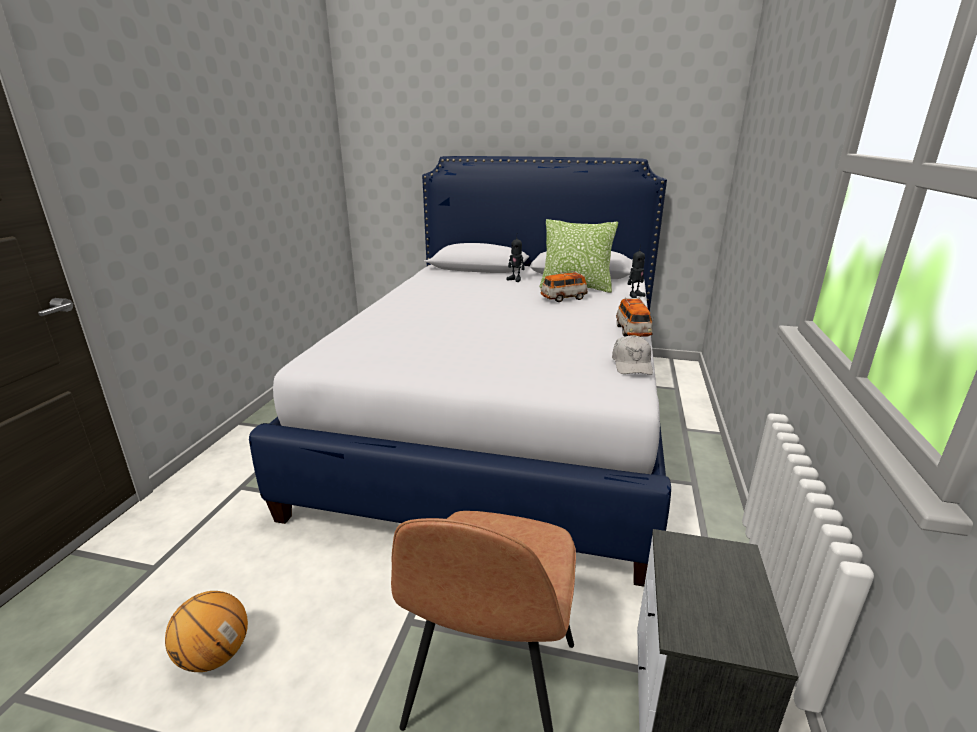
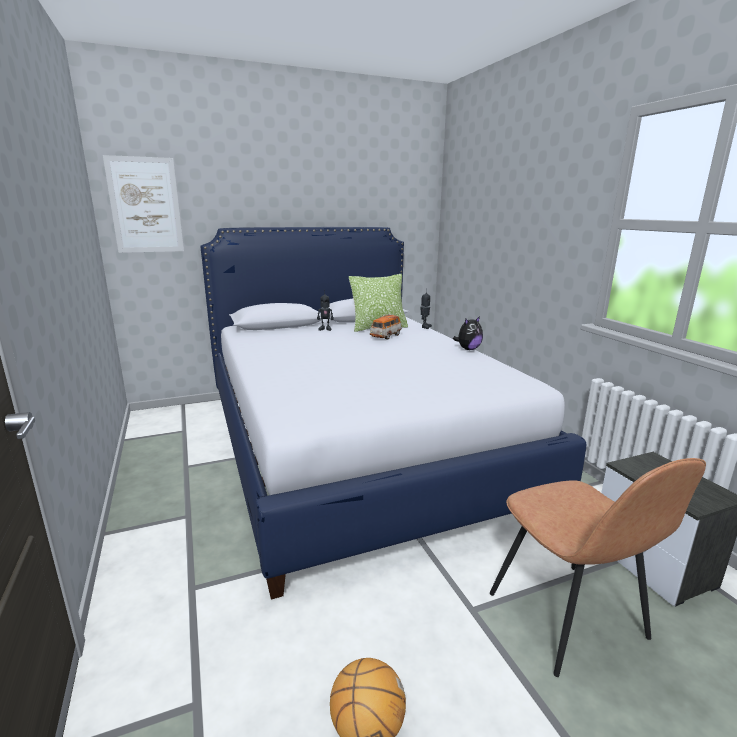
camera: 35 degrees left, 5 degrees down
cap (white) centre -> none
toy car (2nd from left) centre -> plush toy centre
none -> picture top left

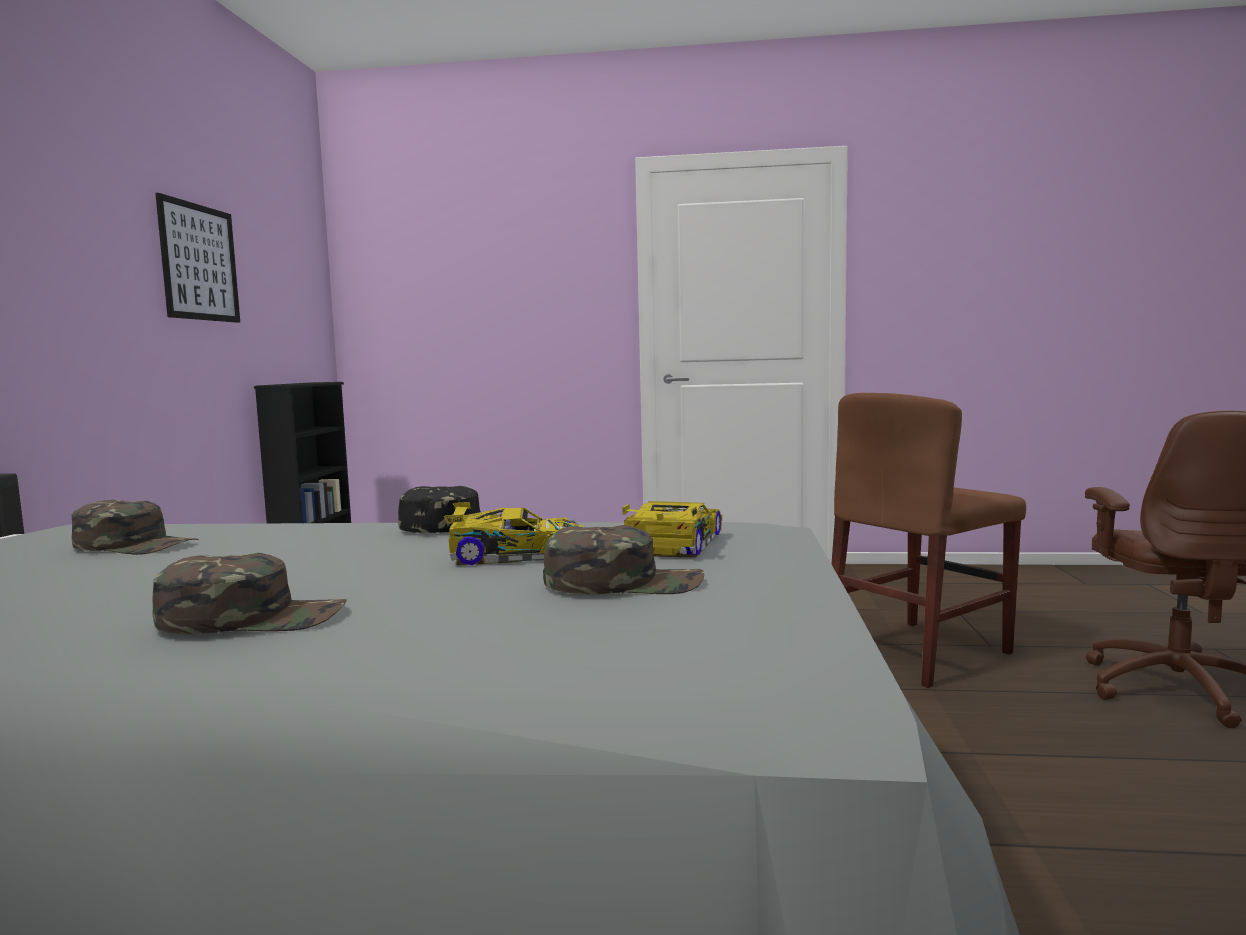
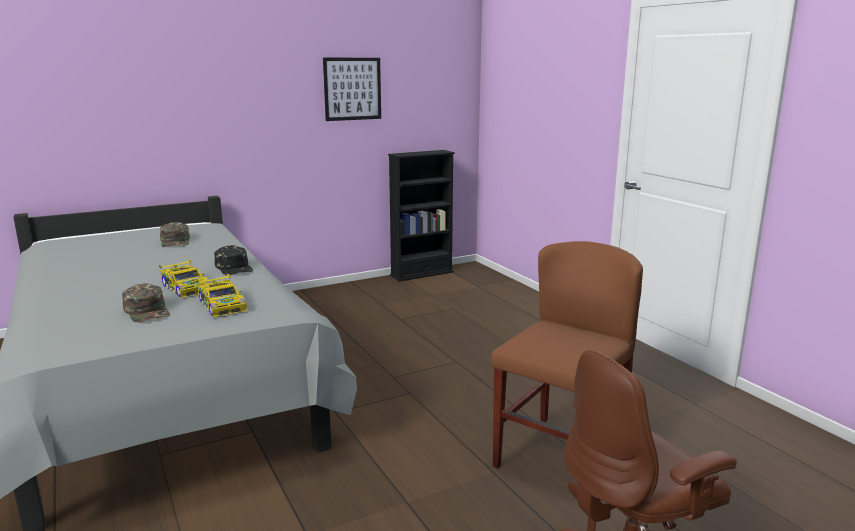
camera: 55 degrees right, 10 degrees up
cap (green) (2nd from left) middle left -> none
toy car (2nd from left) centre -> toy car (2nd from left) middle left, 75 degrees clockwise
chair (brown) middle right -> chair (brown) bottom centre, 105 degrees clockwise

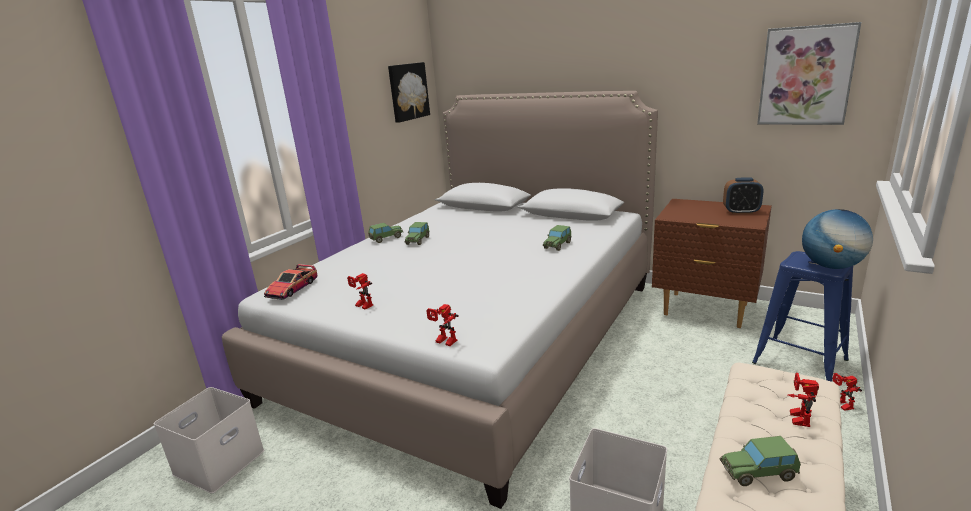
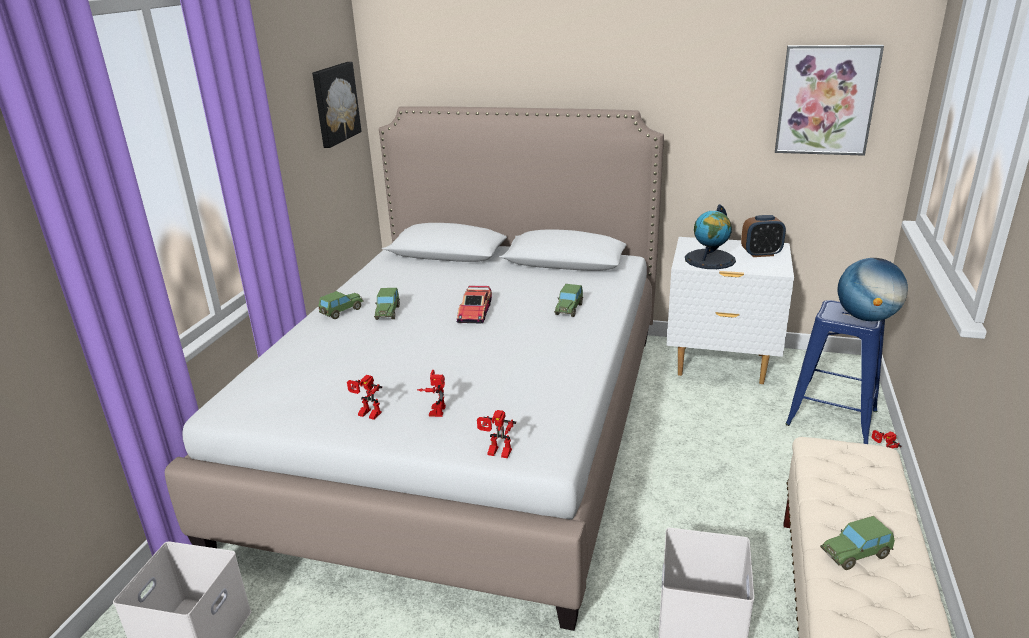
camera: 15 degrees left, 5 degrees up
toy car (1st from left in the first image) middle left -> toy car (3rd from left) centre, moved
nightstand (brown) middle right -> nightstand (white) middle right
toy robot (3rd from left in the first image) bottom right -> toy robot (2nd from left) centre, moved
none -> globe (1st from left) middle right

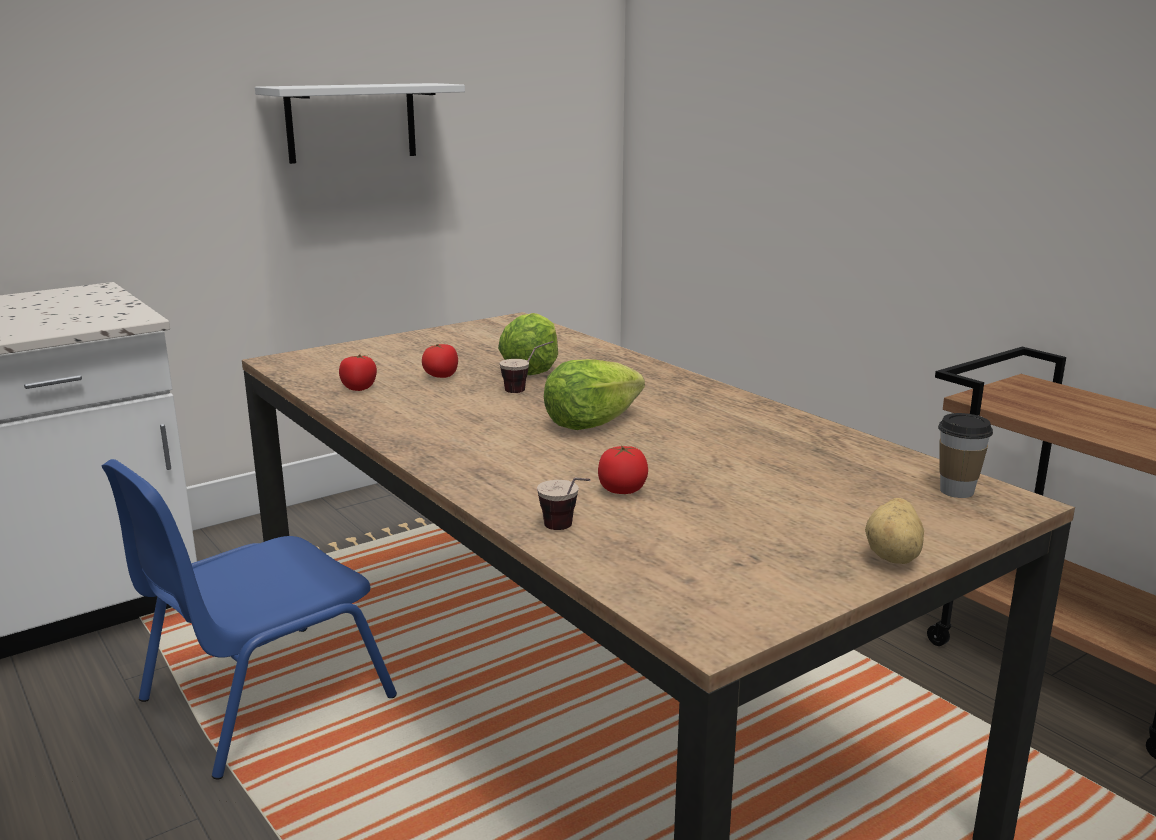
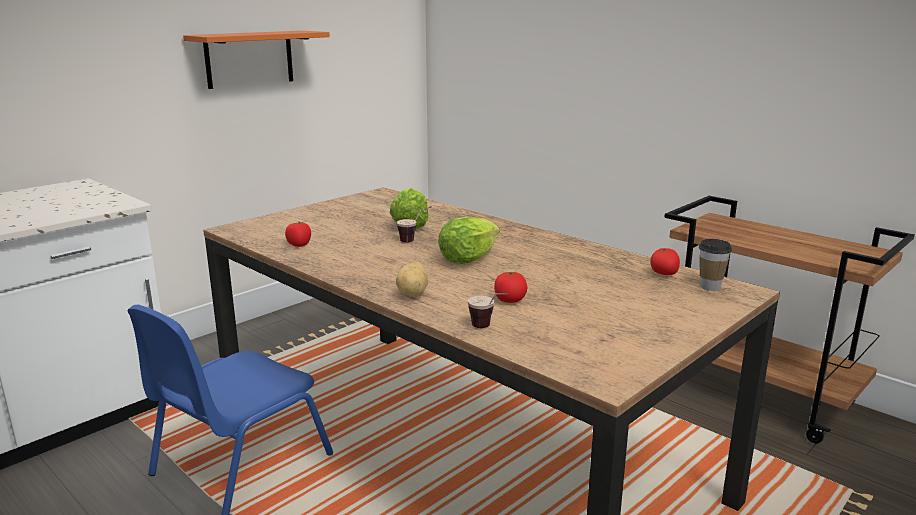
camera: 10 degrees left, 0 degrees up
shelf (white) top left -> shelf (orange) top left
tomato (2nd from left in the first image) centre -> tomato (3rd from left) middle right, moved
potato middle right -> potato centre, moved

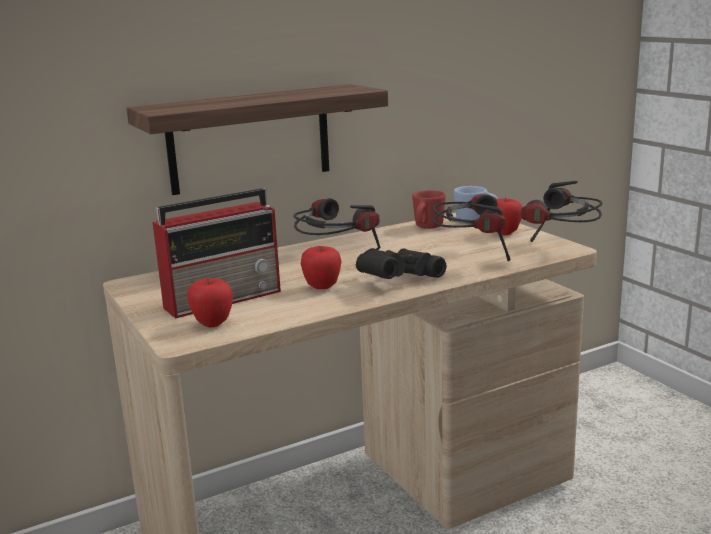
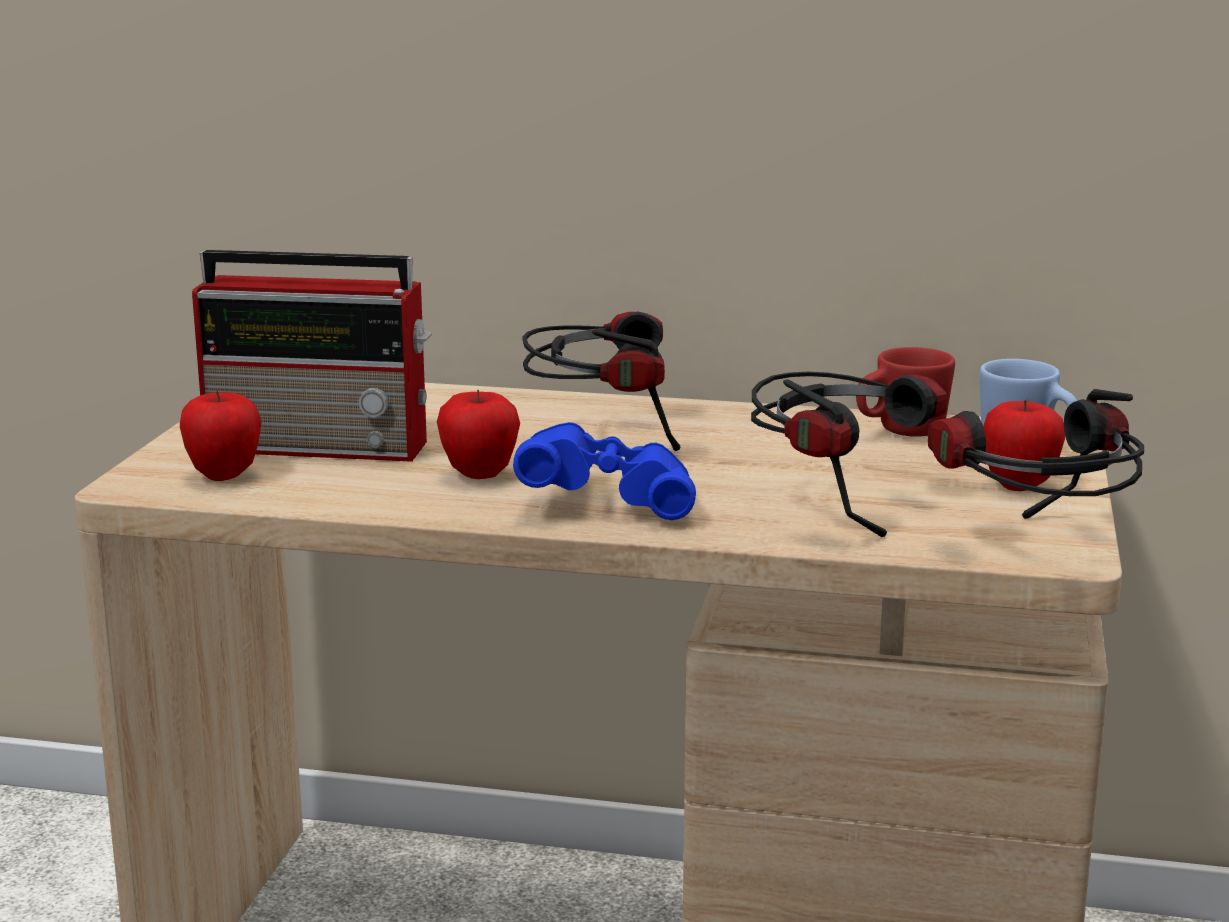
camera: 40 degrees right, 0 degrees up
shelf top centre -> none
binoculars (black) centre -> binoculars (blue) centre

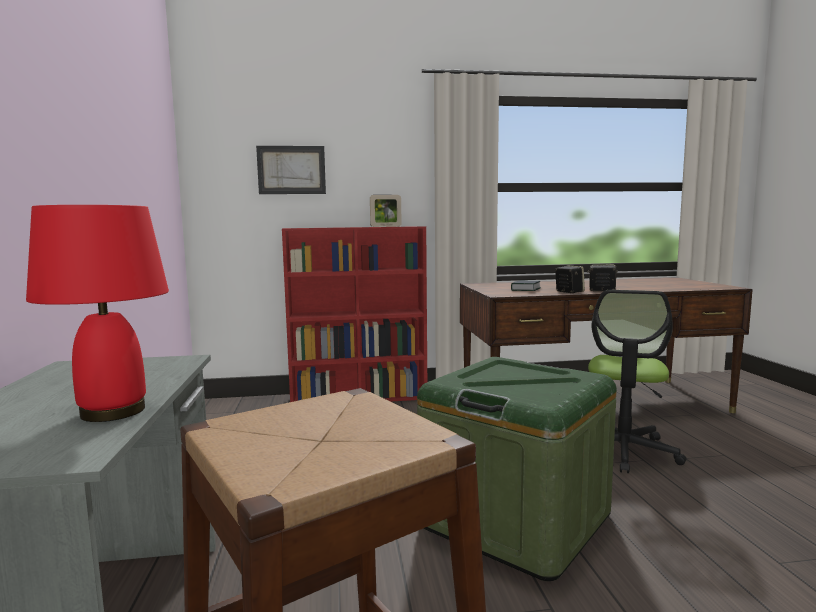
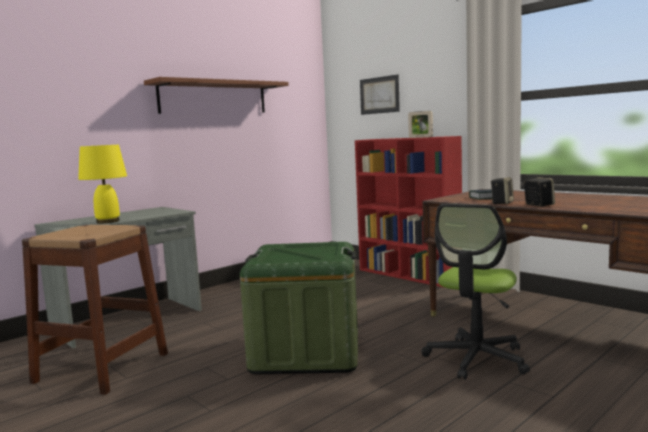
camera: 55 degrees right, 0 degrees up
table lamp (red) middle left -> table lamp (yellow) middle left
office chair middle right -> office chair bottom right, 45 degrees counterclockwise
none -> shelf (brown) top centre

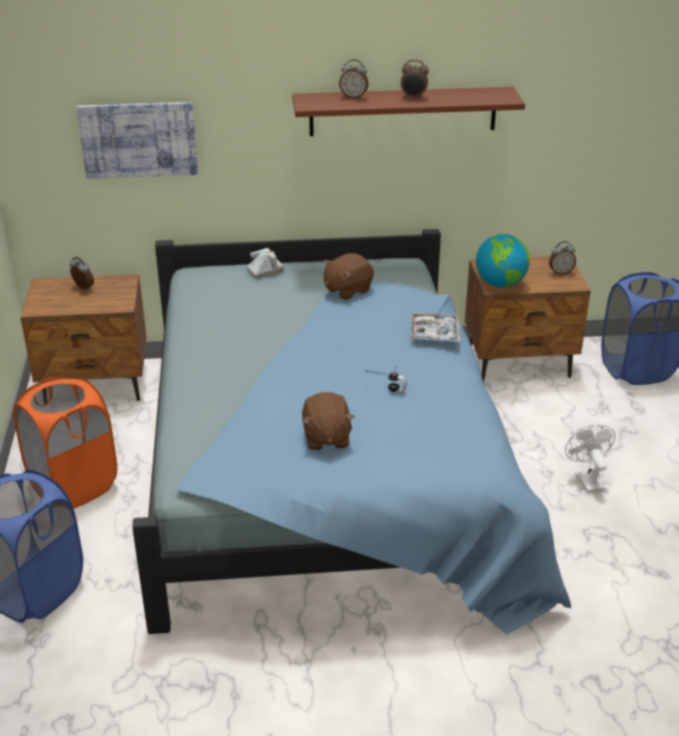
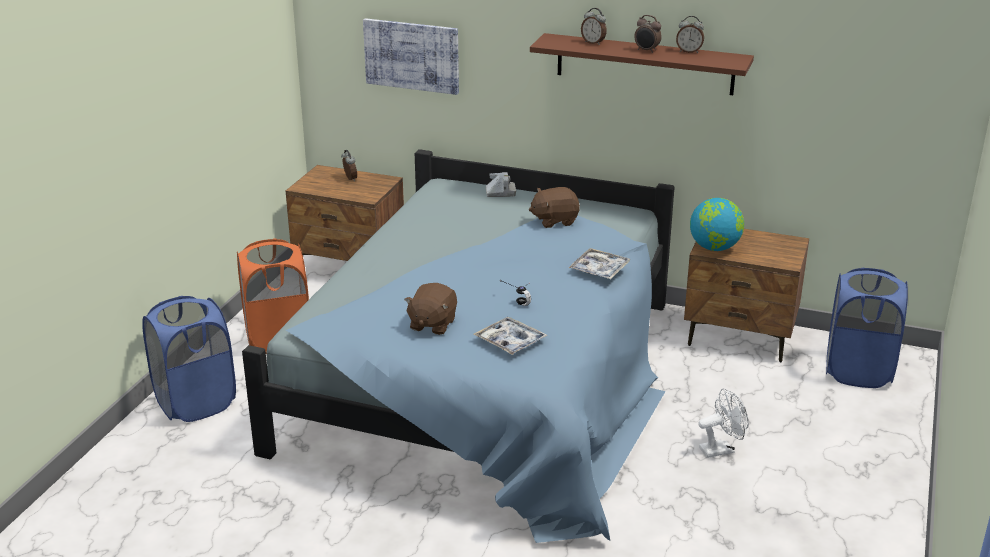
camera: 25 degrees right, 5 degrees down
alarm clock (4th from left) middle right -> alarm clock (4th from left) top right, moved
fan (white) middle right -> fan (white) bottom right, 60 degrees clockwise
none -> tray (1st from left) centre

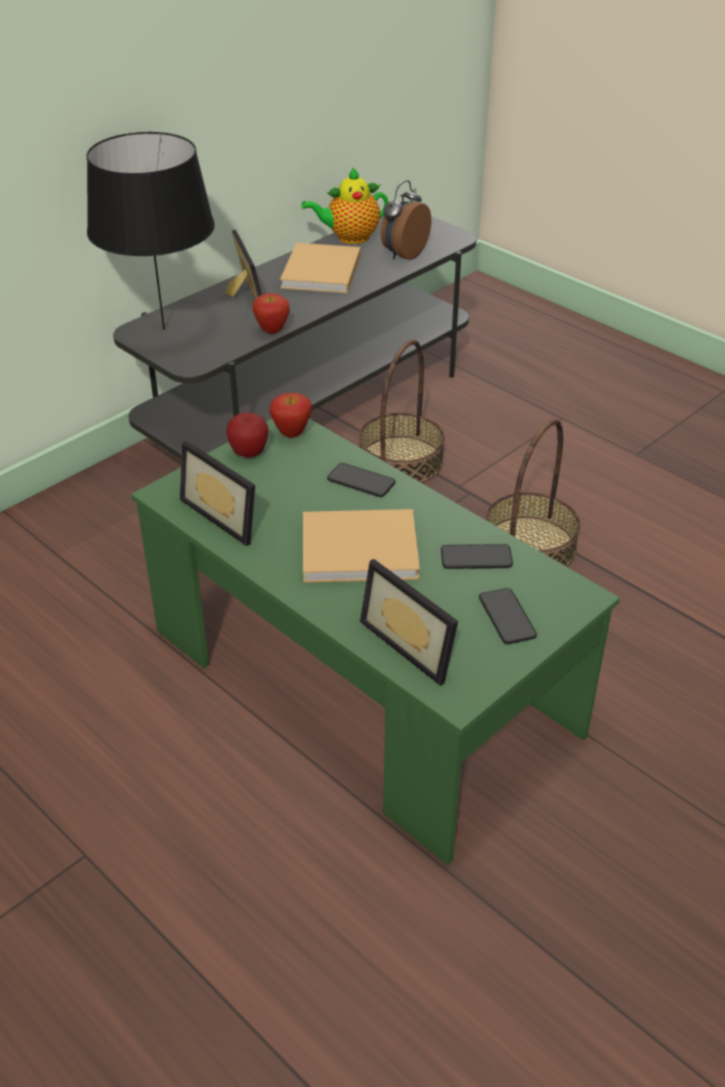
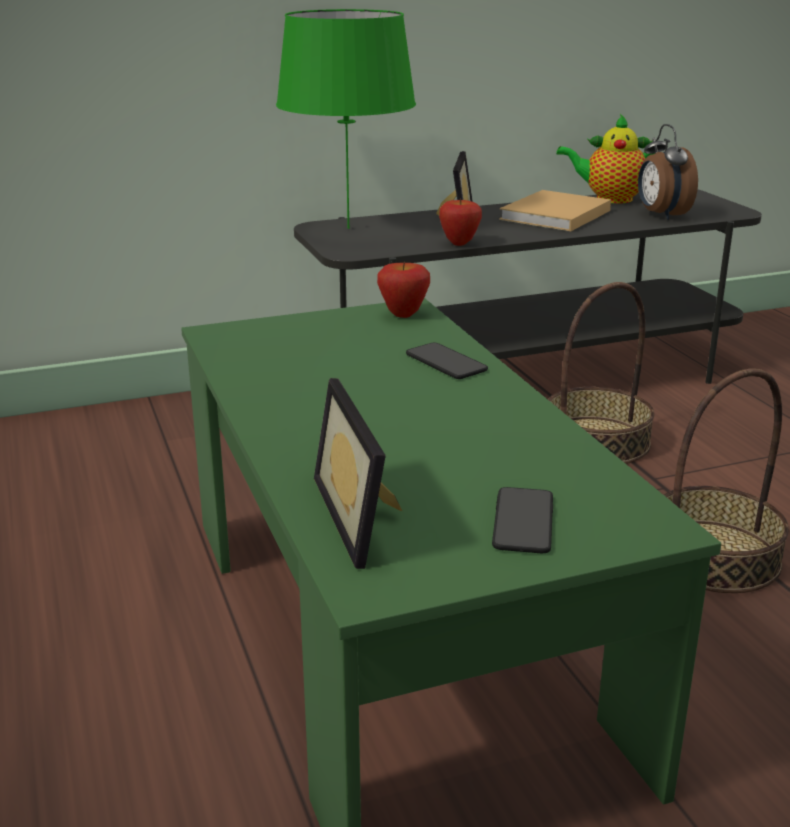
camera: 25 degrees right, 15 degrees down
table lamp (black) top left -> table lamp (green) top centre
picture frame (1st from left) middle left -> none
apple (1st from left) centre -> none
book (beige) (2nd from left) centre -> none
alarm clock top centre -> alarm clock top right, 75 degrees counterclockwise
phone (2nd from left) centre -> none

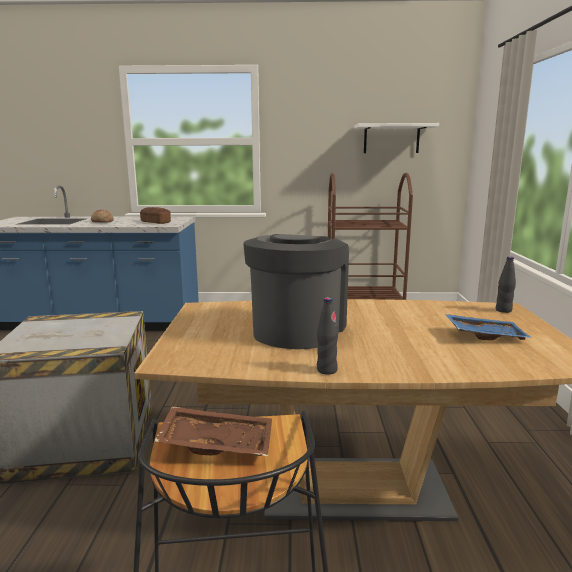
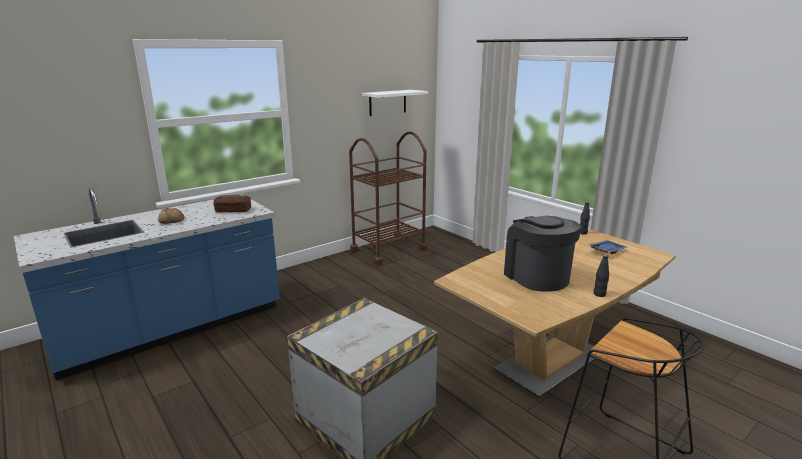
camera: 40 degrees left, 5 degrees up
tray (brown) bottom centre -> none

